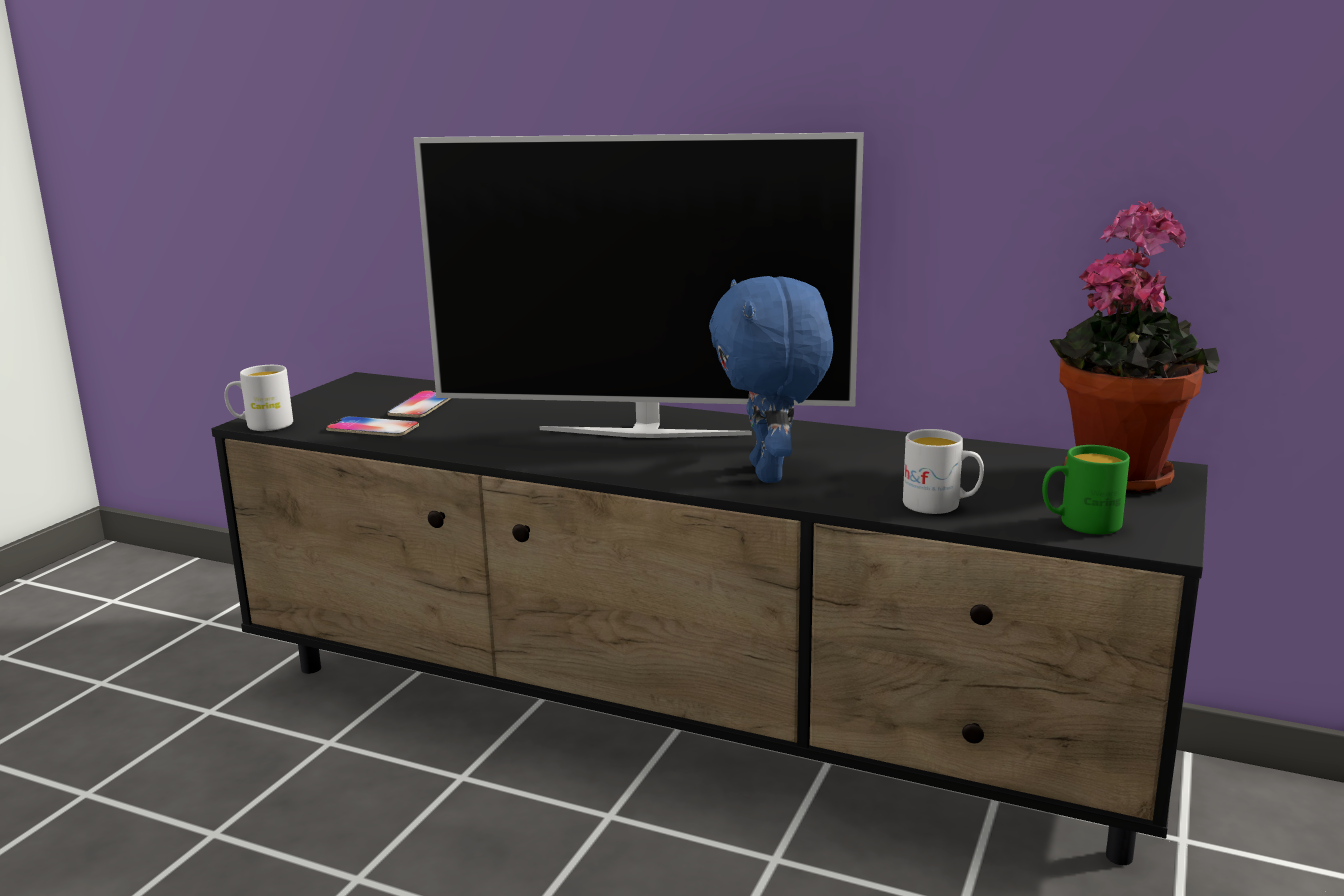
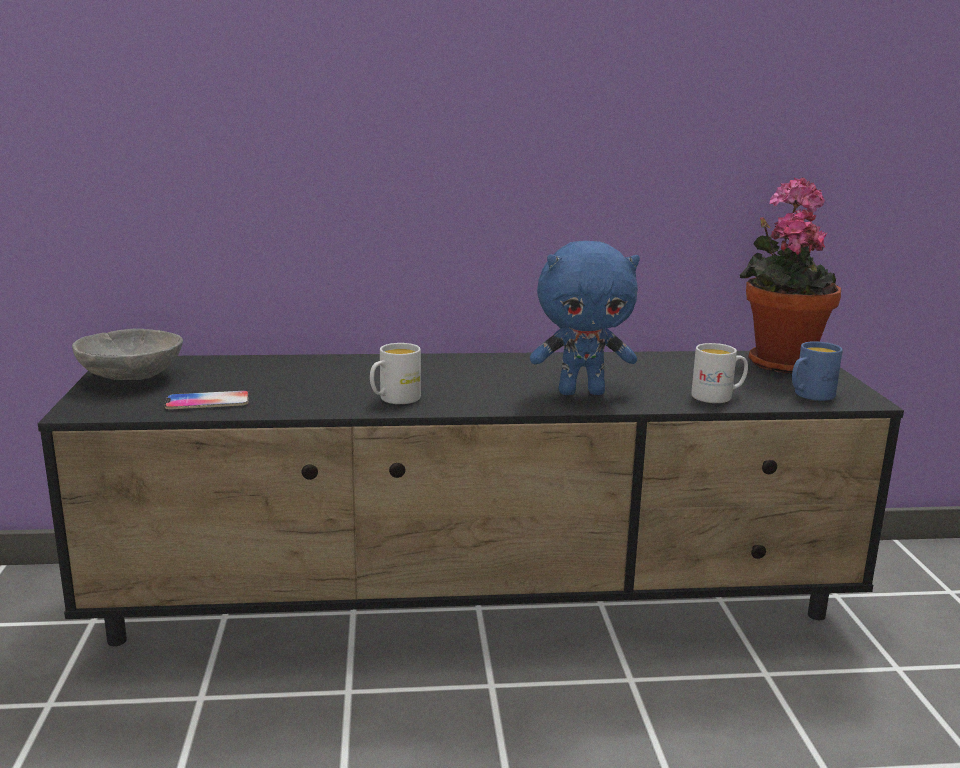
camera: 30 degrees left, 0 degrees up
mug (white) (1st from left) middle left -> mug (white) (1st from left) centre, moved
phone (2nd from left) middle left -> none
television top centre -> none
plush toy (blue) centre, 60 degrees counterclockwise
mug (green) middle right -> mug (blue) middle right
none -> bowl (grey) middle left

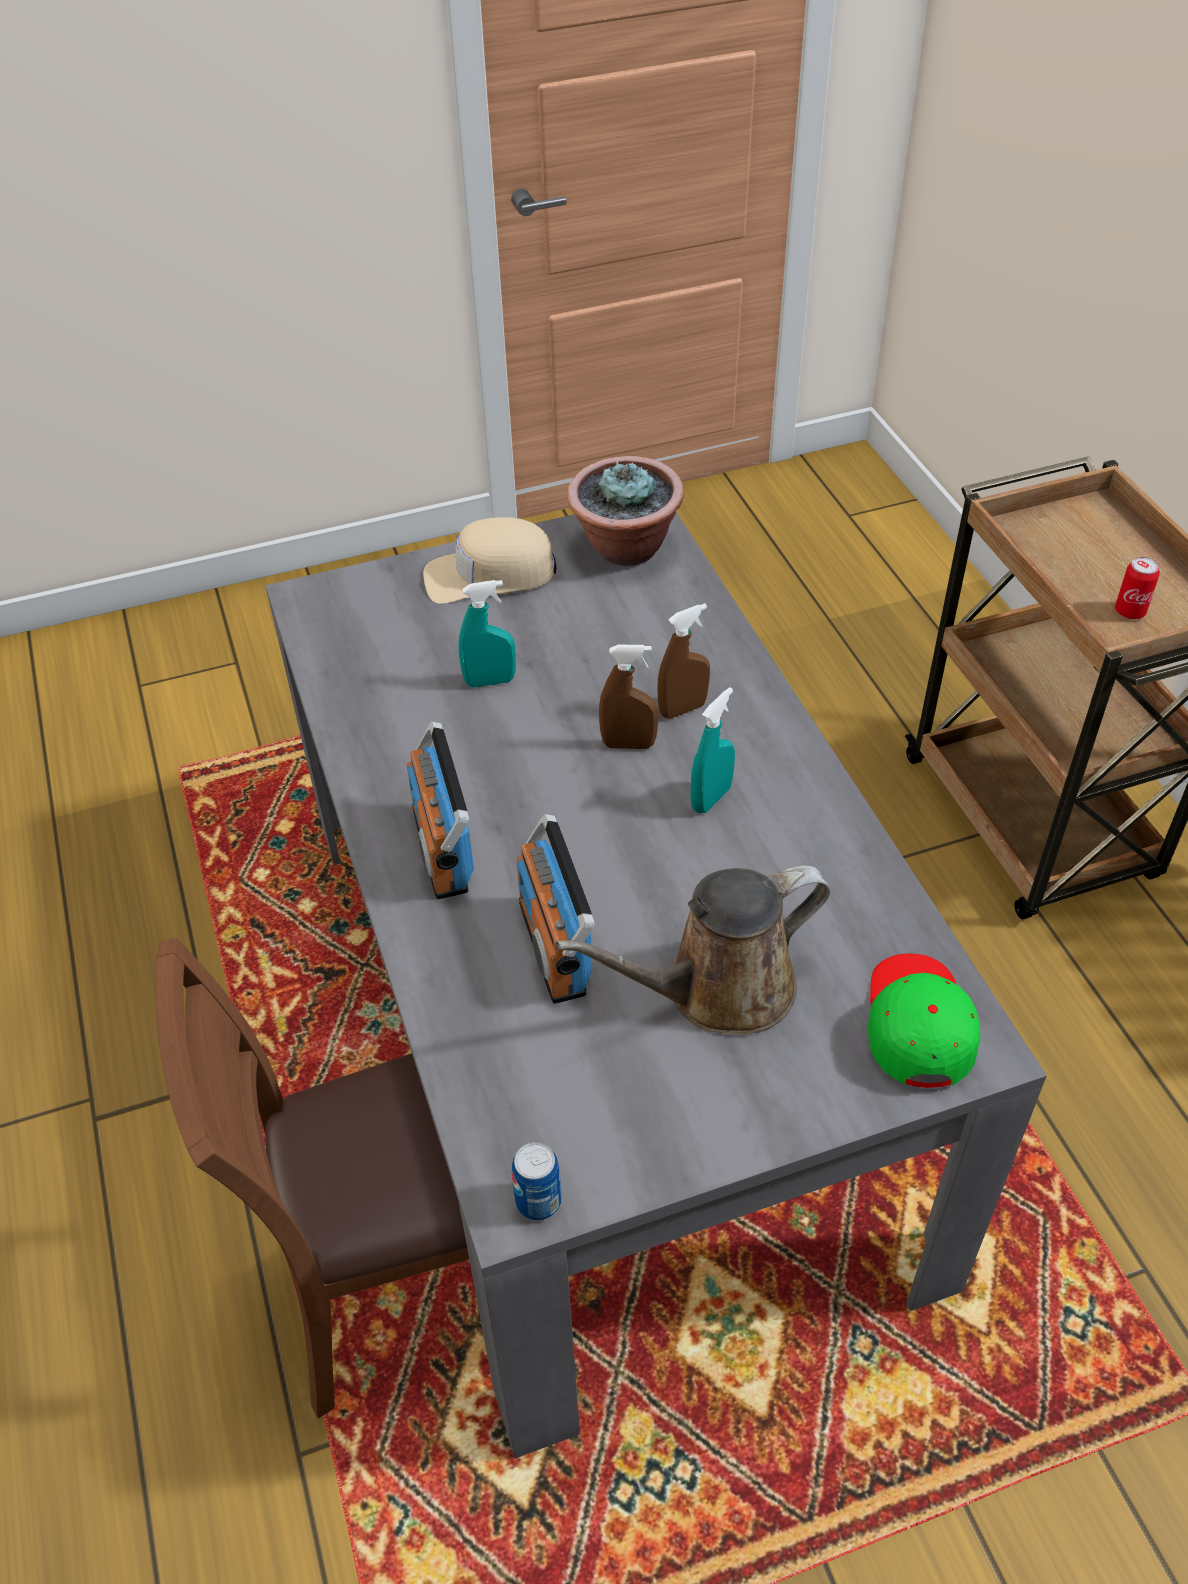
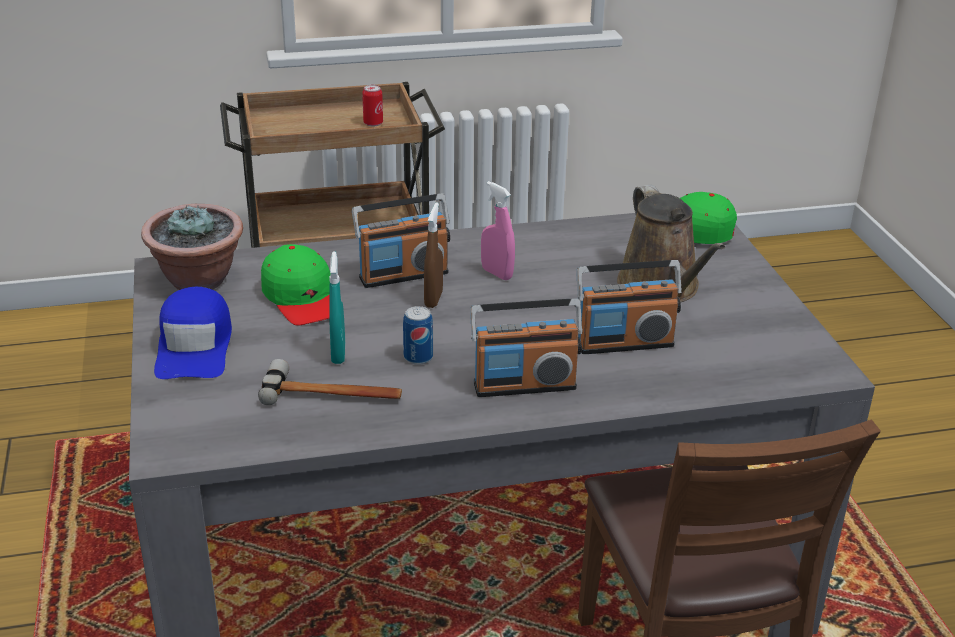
camera: 85 degrees left, 15 degrees down
cap (beige) centre -> cap (blue) middle left
can (1st from left in the first image) bottom centre -> can (2nd from left) centre, moved
spray bottle (brown) (2nd from left) centre -> radio (1st from left) centre
spray bottle (turquoise) (2nd from left) centre -> spray bottle (pink) centre
none -> hammer centre
none -> cap (green) (1st from left) middle left

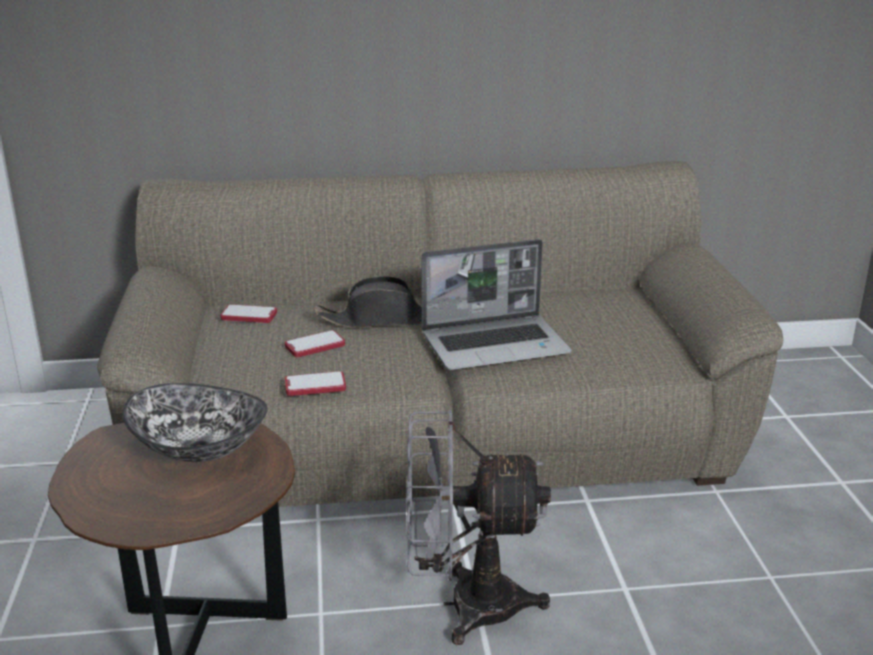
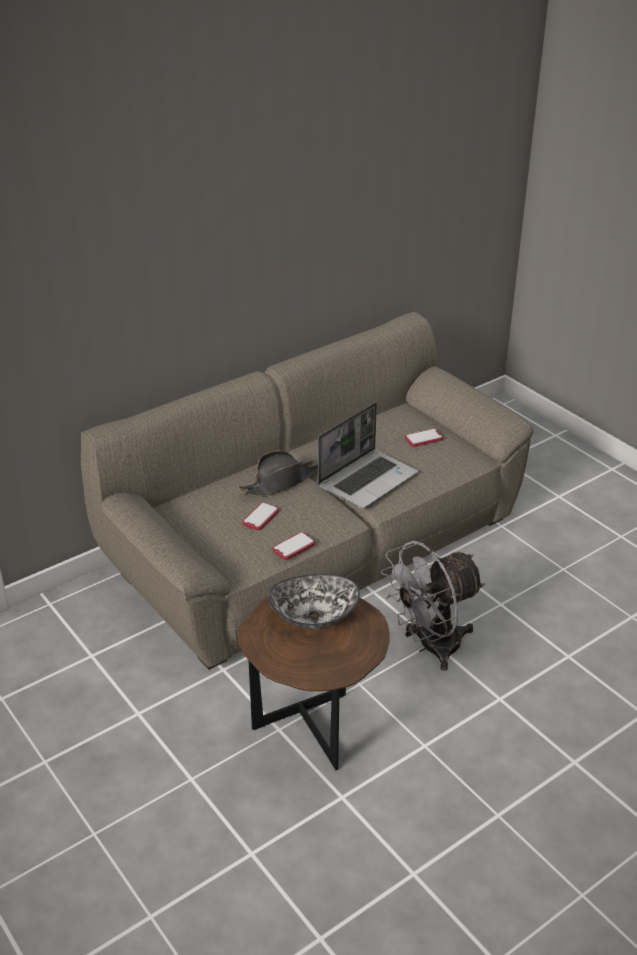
camera: 30 degrees left, 10 degrees up
phone (1st from left in the first image) middle left -> phone (3rd from left) centre, moved

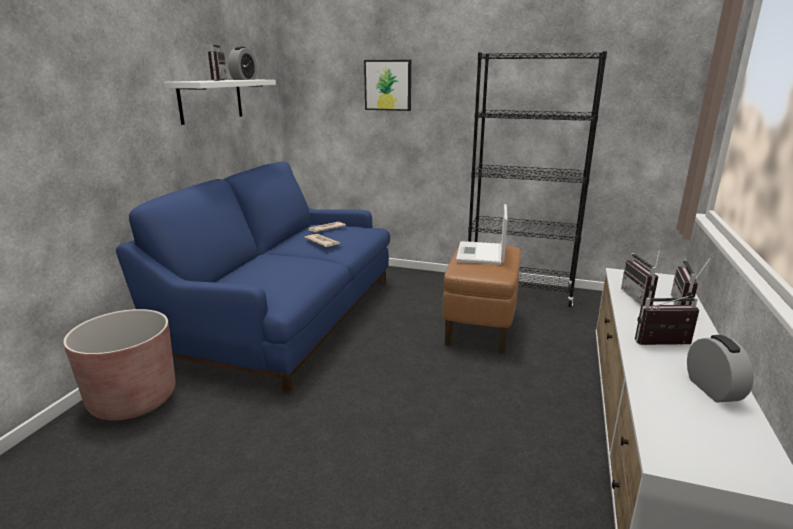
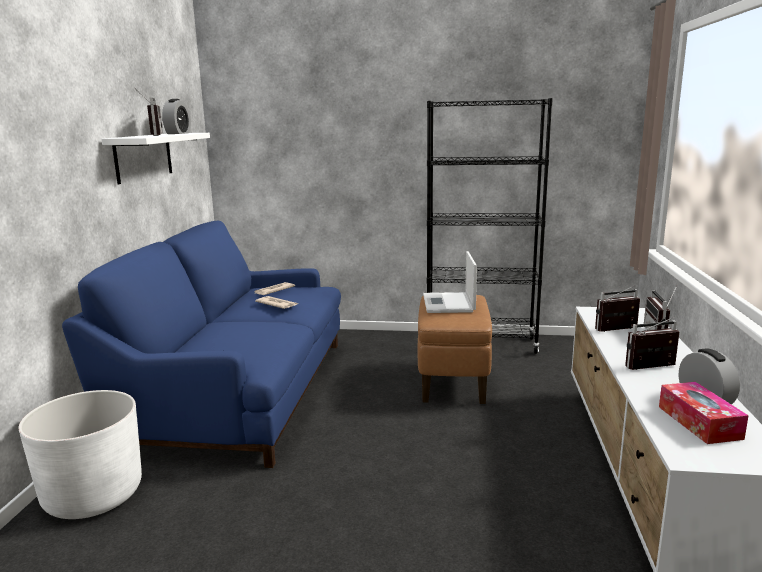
camera: 10 degrees left, 5 degrees down
planter (brown) bottom left -> planter (white) bottom left
picture top centre -> none
radio (2nd from left) middle right, 90 degrees clockwise
none -> tissue box bottom right

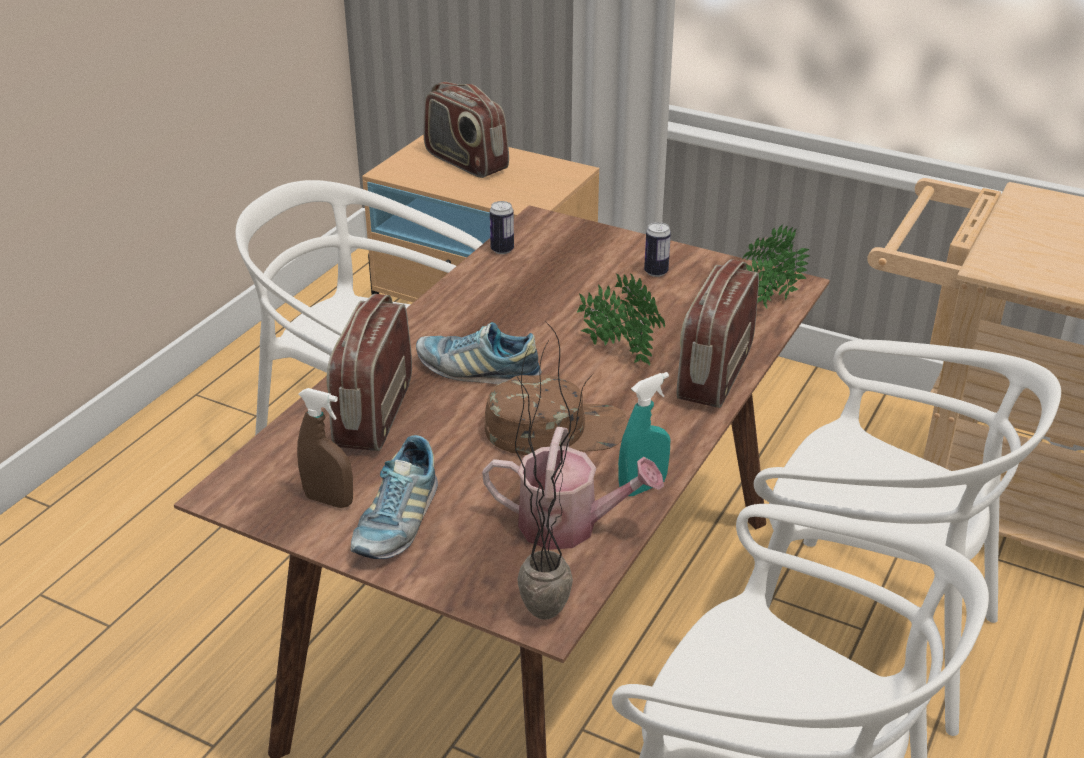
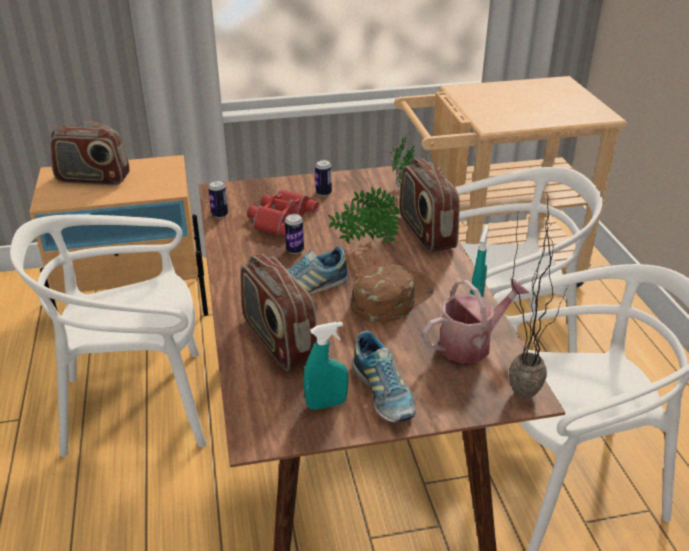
camera: 40 degrees left, 0 degrees up
spray bottle (brown) middle left -> spray bottle (turquoise) (1st from left) centre
none -> binoculars (red) centre
none -> can (2nd from left) centre

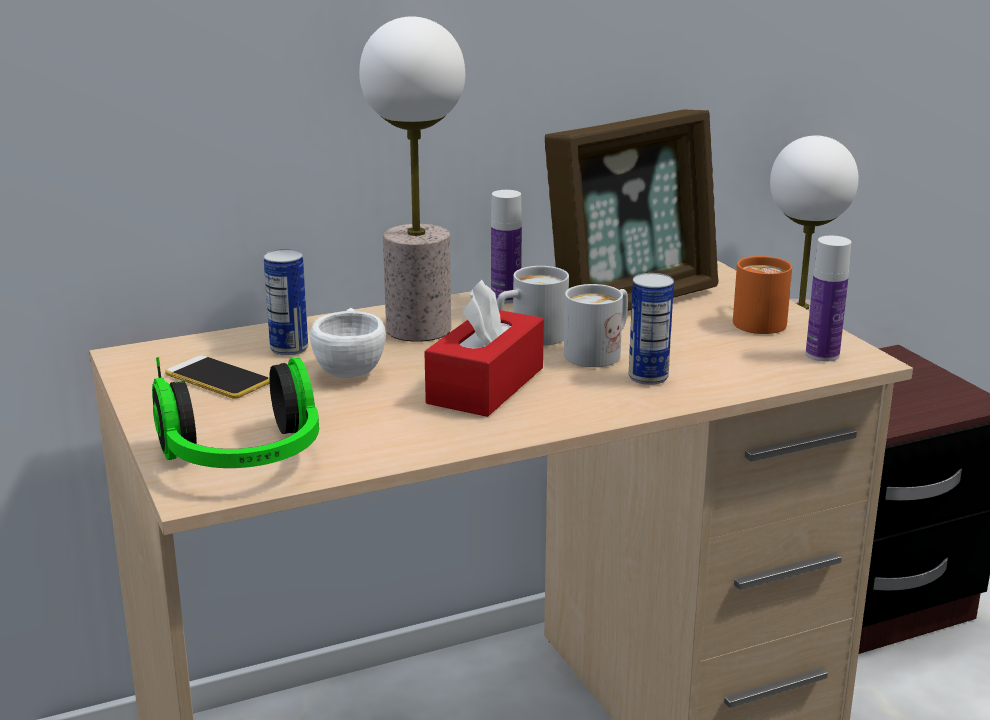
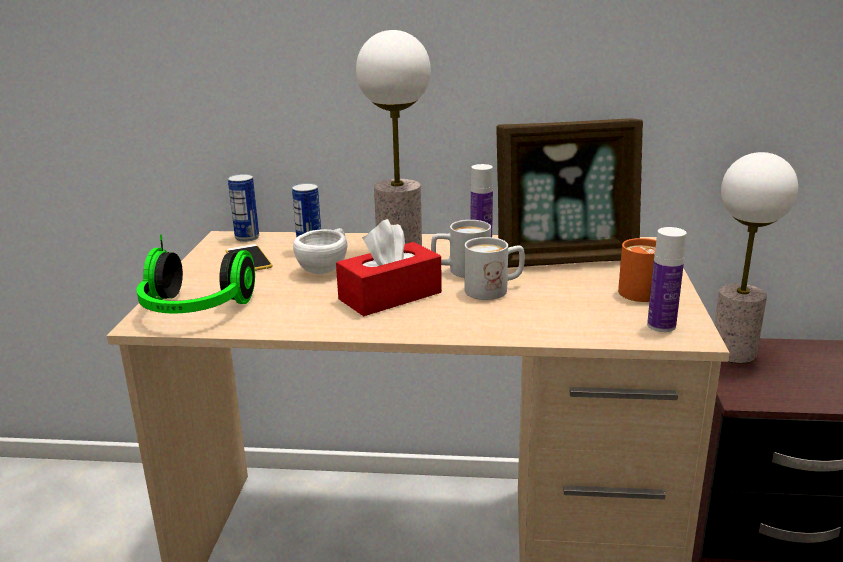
camera: 30 degrees right, 0 degrees up
can (2nd from left in the first image) centre -> can (1st from left) middle left, moved

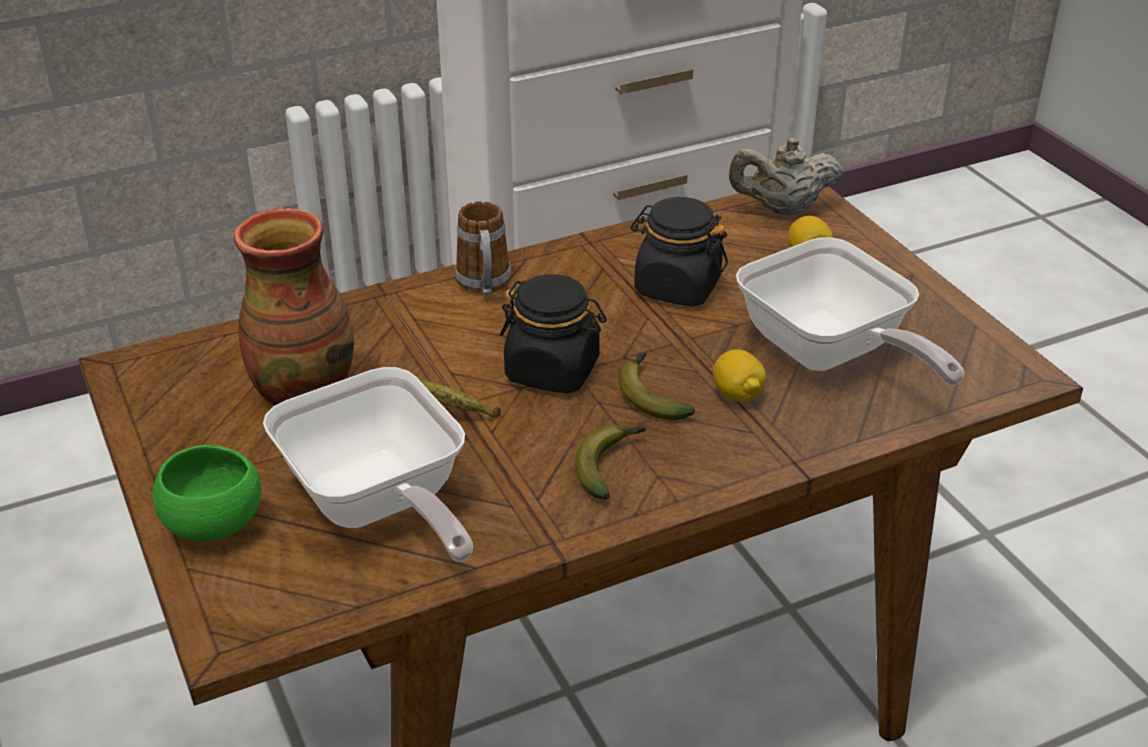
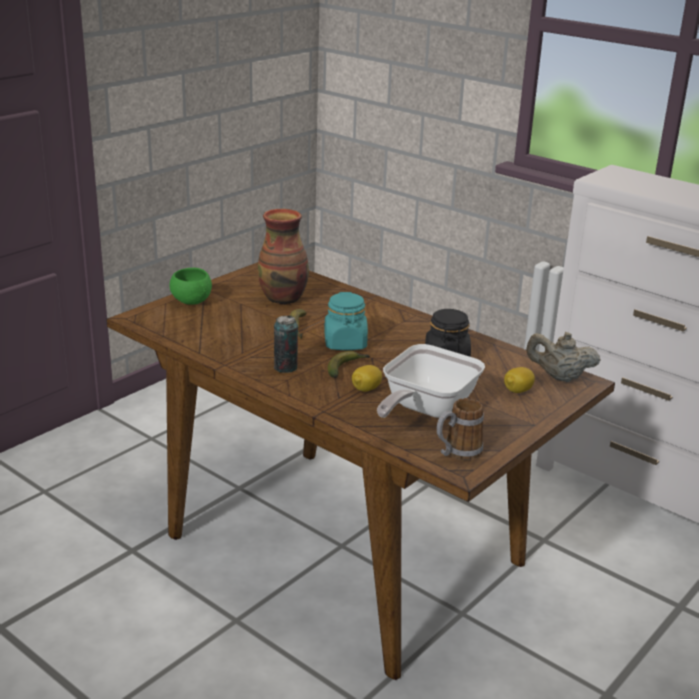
camera: 65 degrees right, 10 degrees down
frying pan (1st from left) middle left -> none
mug top centre -> mug centre, moved
jar (black) (1st from left) centre -> jar (turquoise) centre
banana (2nd from left) centre -> can centre
teapot (beige) top right -> teapot (beige) middle right, 45 degrees counterclockwise

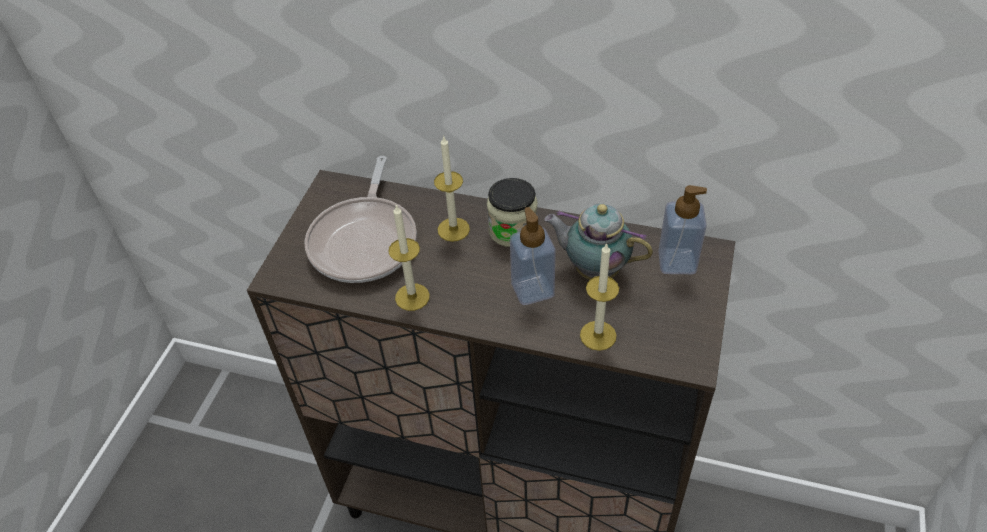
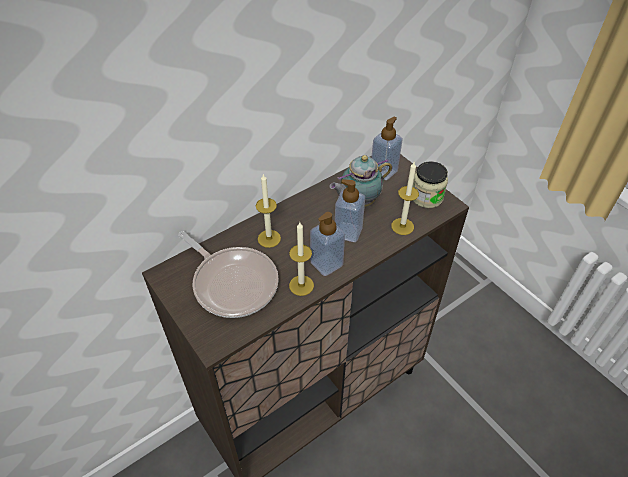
camera: 55 degrees left, 0 degrees up
jar centre -> jar middle right, moved
none -> soap dispenser (1st from left) centre

